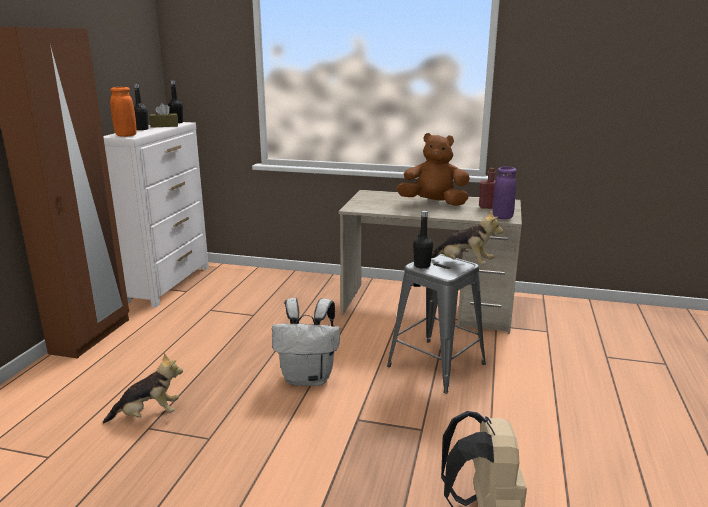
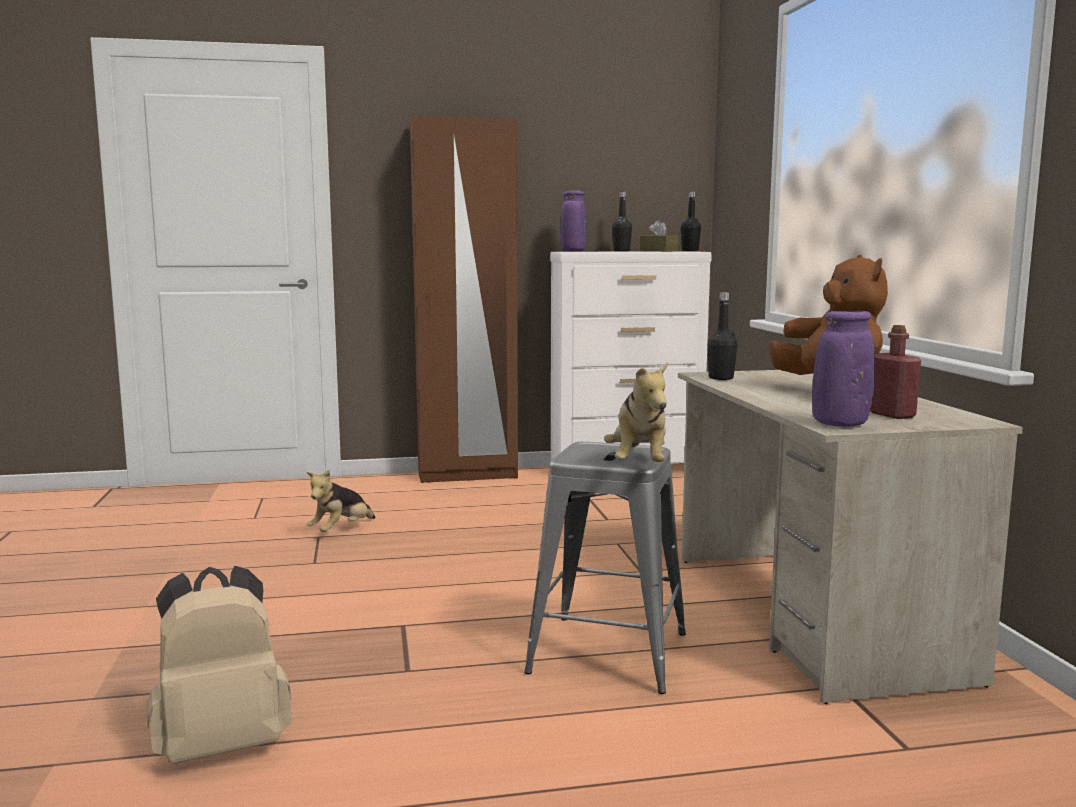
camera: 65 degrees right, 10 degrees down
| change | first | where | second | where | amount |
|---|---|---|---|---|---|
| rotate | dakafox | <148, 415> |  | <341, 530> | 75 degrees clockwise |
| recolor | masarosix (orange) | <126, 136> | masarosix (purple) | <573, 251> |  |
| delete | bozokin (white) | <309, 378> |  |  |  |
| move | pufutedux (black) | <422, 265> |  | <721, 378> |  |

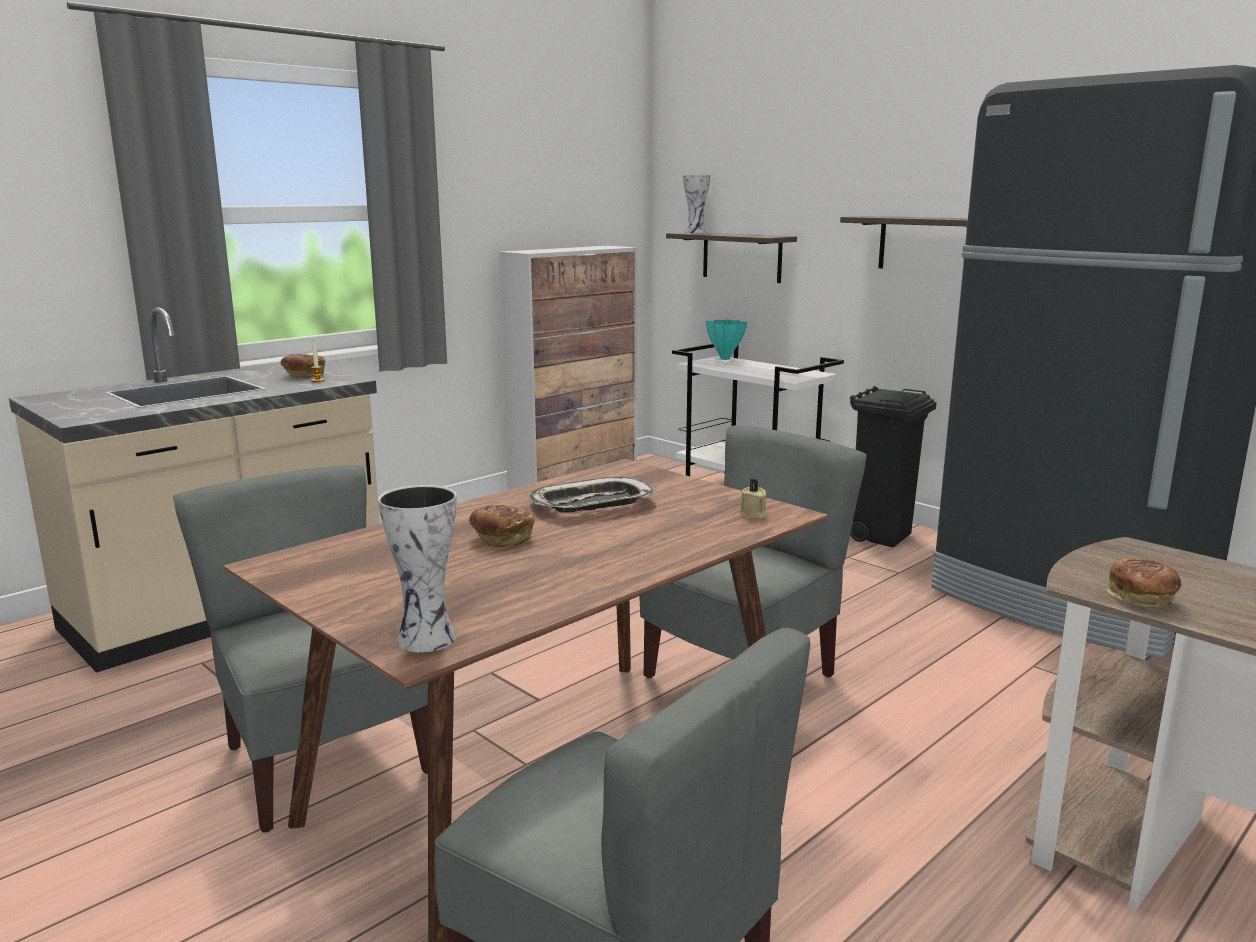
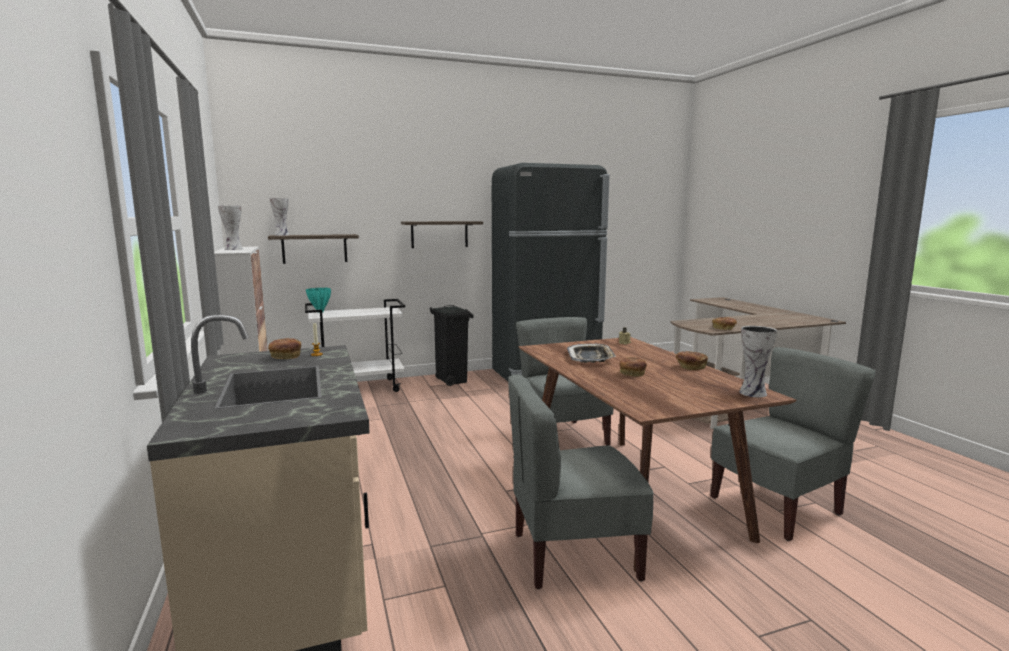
camera: 65 degrees left, 5 degrees down
| change | first | where | second | where | amount |
|---|---|---|---|---|---|
| insert |  |  | masarosix | <232, 249> |  |
| insert |  |  | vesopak | <690, 367> |  |

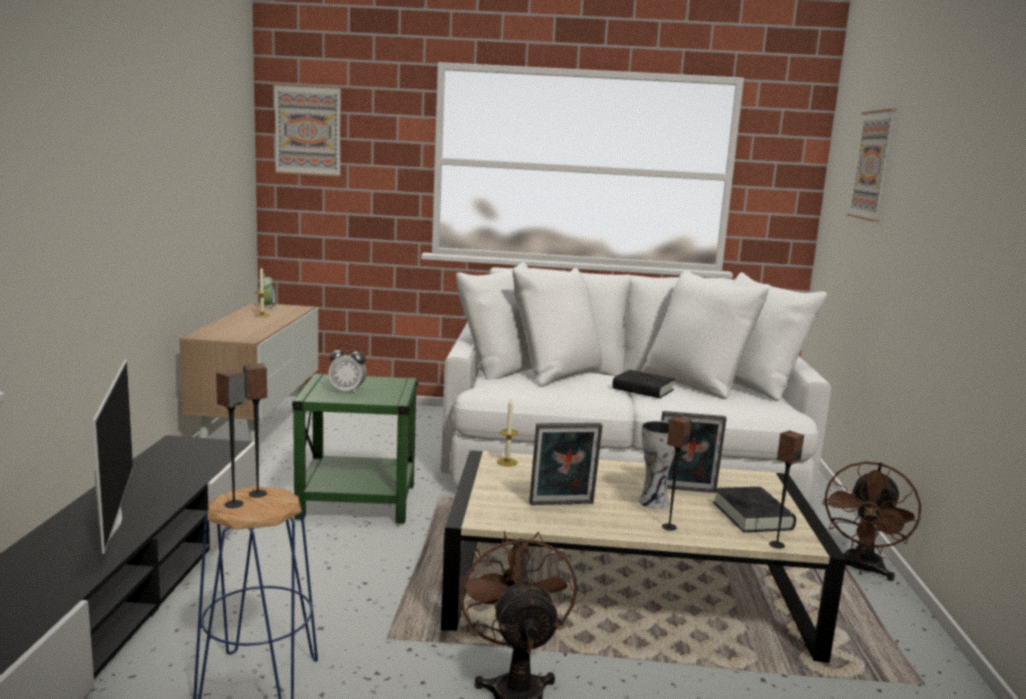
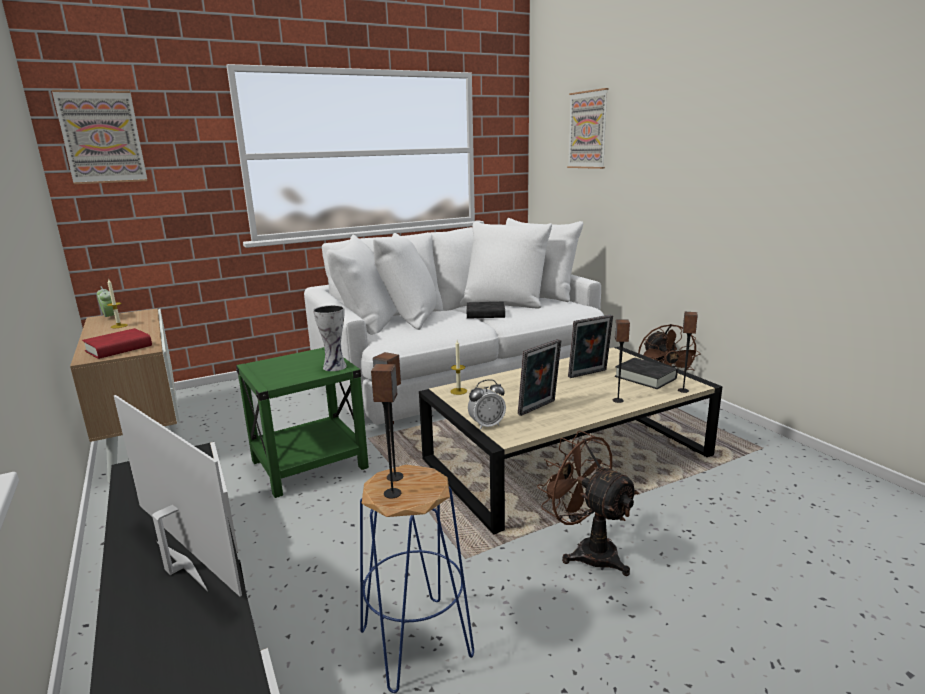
camera: 30 degrees left, 5 degrees up
| change | first | where | second | where | amount |
|---|---|---|---|---|---|
| move | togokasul | <347, 391> |  | <487, 425> |  |
| move | masarosix | <655, 502> |  | <336, 366> |  |
| insert |  |  | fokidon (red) | <119, 348> |  |

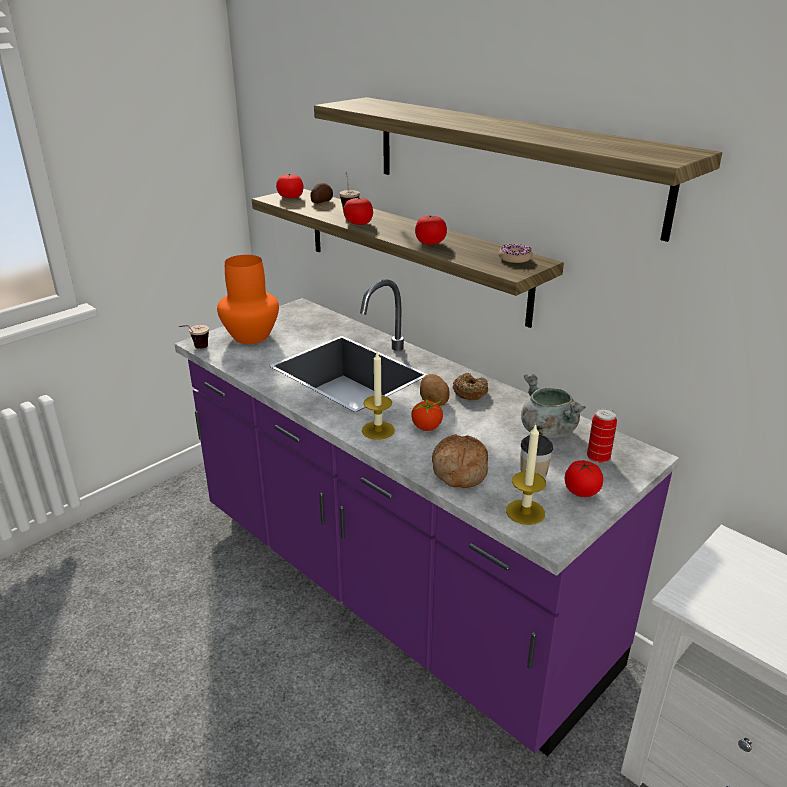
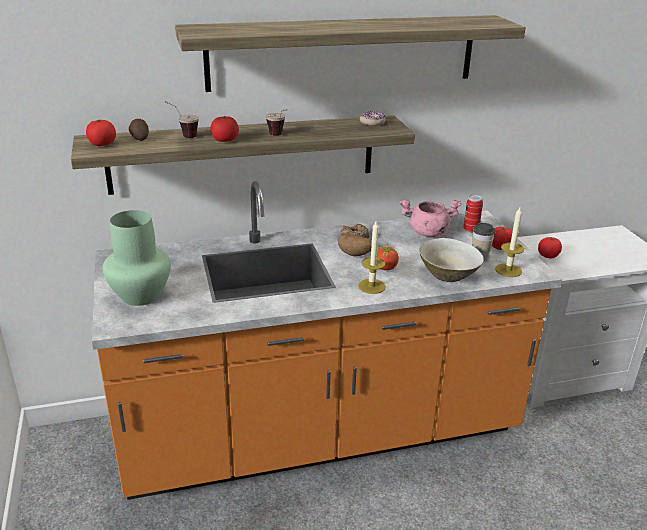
camera: 60 degrees left, 0 degrees up
| change | first | where | second | where | amount |
|---|---|---|---|---|---|
| recolor | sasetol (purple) | <393, 587> | sasetol (orange) | <319, 433> |  |
| move | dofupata | <196, 349> |  | <279, 136> |  |
| recolor | masarosix (orange) | <250, 336> | masarosix (green) | <140, 296> |  |
| move | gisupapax | <430, 242> |  | <548, 255> |  |
| replace | vesopak | <458, 471> | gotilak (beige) | <448, 275> |  |
| recolor | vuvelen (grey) | <546, 430> | vuvelen (pink) | <427, 232> |  |

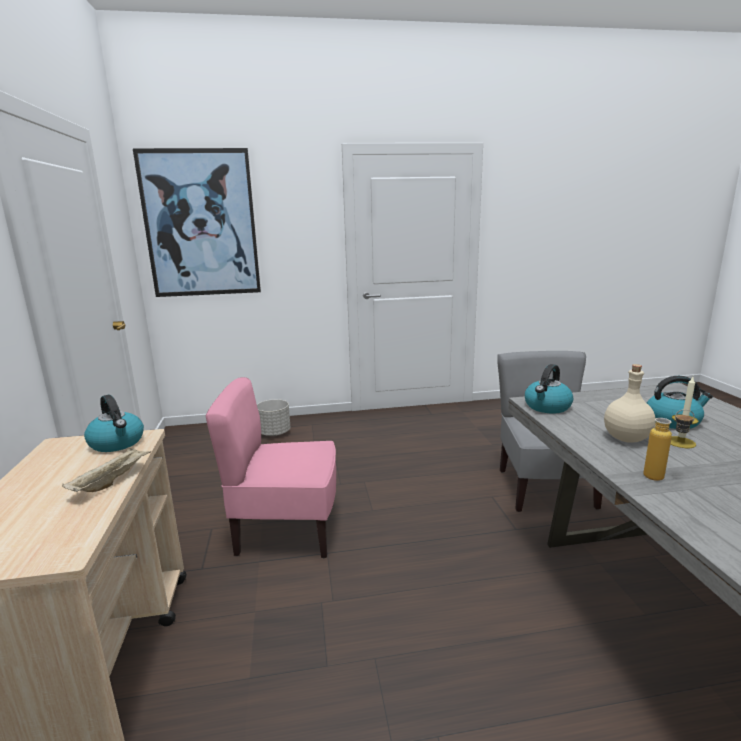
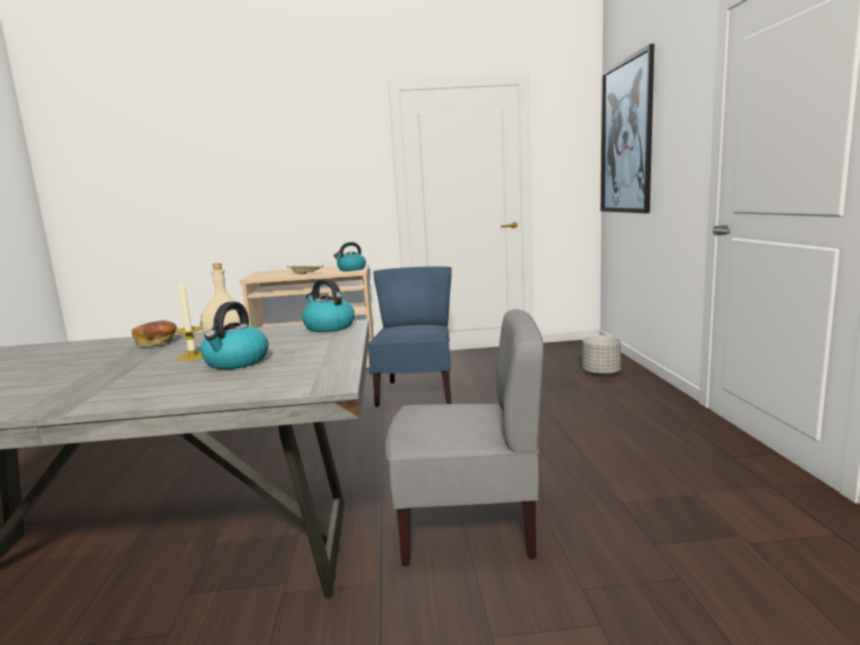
camera: 95 degrees right, 5 degrees down
| change | first | where | second | where | amount |
|---|---|---|---|---|---|
| recolor | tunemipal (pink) | <286, 530> | tunemipal (blue) | <416, 393> |  |
| replace | pufutedux | <662, 478> | vesopak | <157, 343> |  |

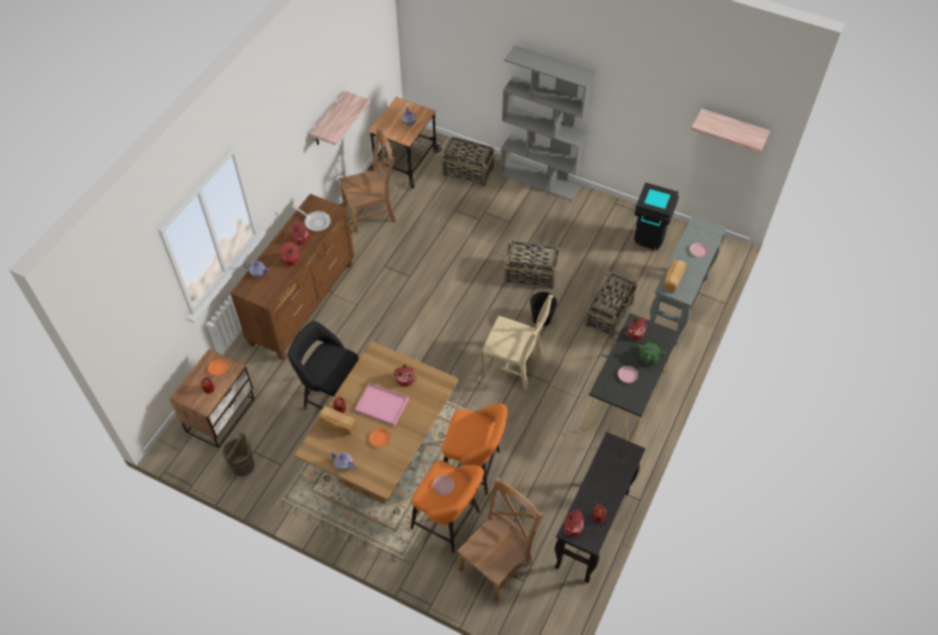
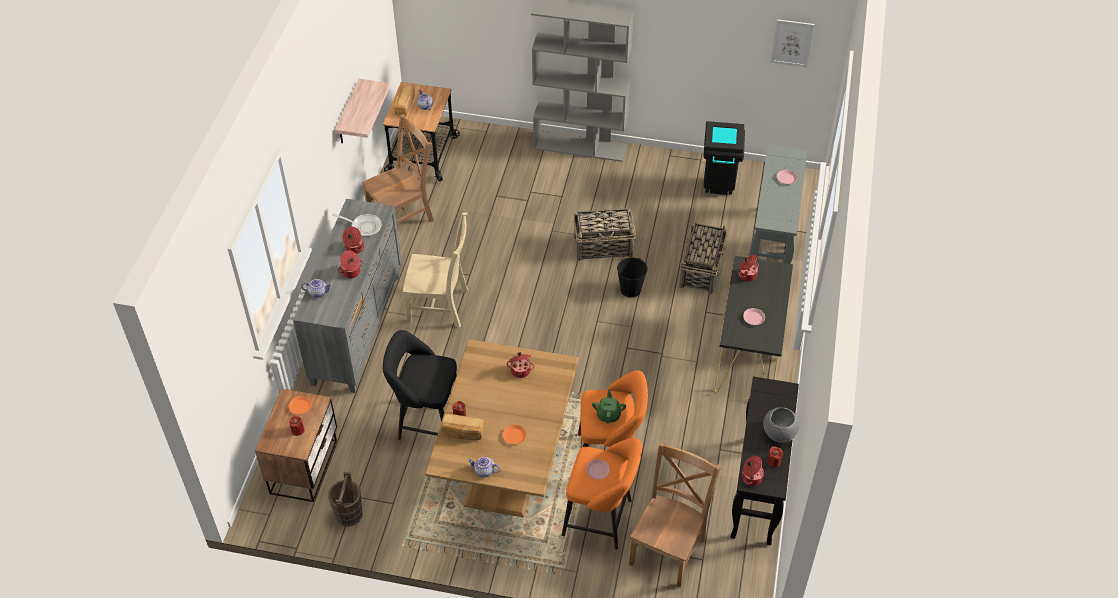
camera: 15 degrees left, 5 degrees down
| change | first | where | second | where | amount |
|---|---|---|---|---|---|
| recolor | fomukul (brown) | <303, 304> | fomukul (grey) | <358, 328> |  |
| delete | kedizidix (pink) | <383, 405> |  |  |  |
| delete | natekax | <468, 172> |  |  |  |
| move | tunemipal (beige) | <515, 365> |  | <441, 306> |  |
| move | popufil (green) | <649, 357> |  | <608, 415> |  |
| move | vesopak | <672, 279> |  | <404, 106> |  |
| replace | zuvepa | <733, 128> | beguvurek | <792, 43> |  |
| insert |  |  | gotilak (grey) | <779, 432> |  |

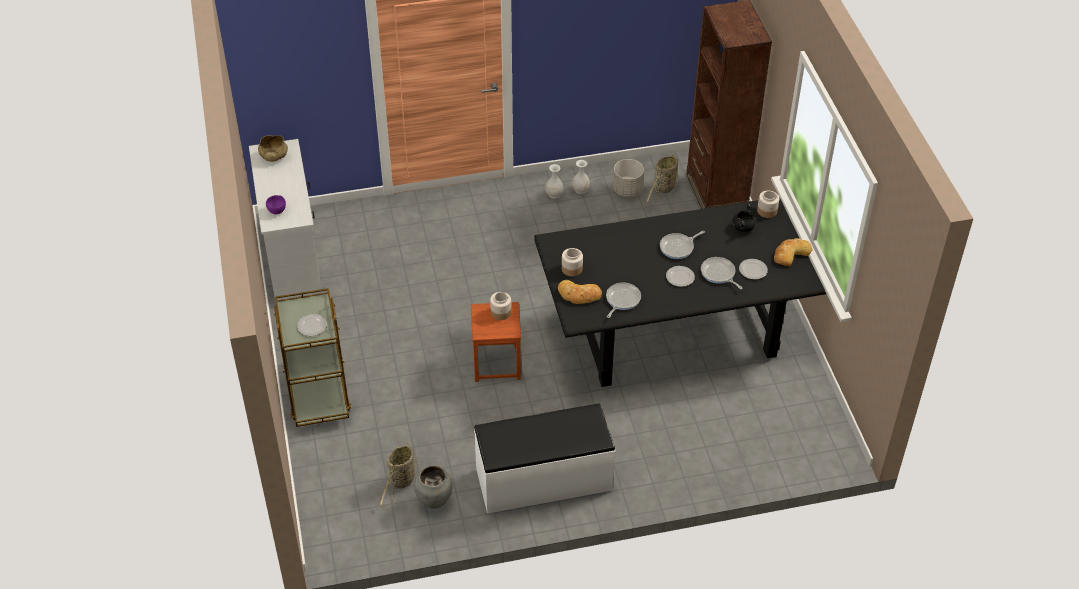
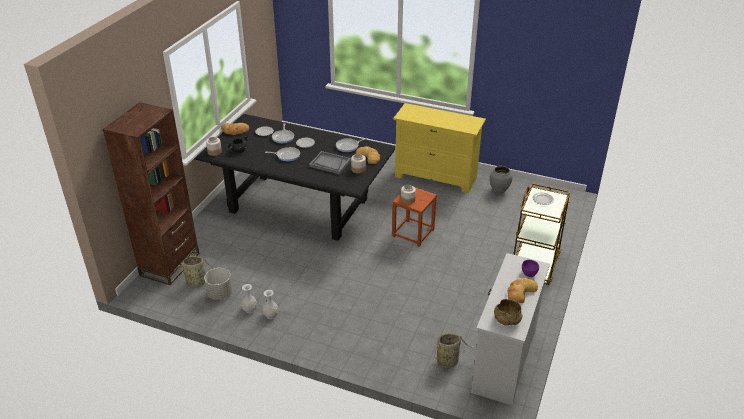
camera: 145 degrees left, 10 degrees down
| change | first | where | second | where | amount |
|---|---|---|---|---|---|
| move | natekax | <401, 482> |  | <448, 362> |  |
| replace | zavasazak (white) | <544, 480> | fomukul (yellow) | <436, 177> |  |
| insert |  |  | kedizidix (grey) | <330, 163> |  |
| insert |  |  | vesopak | <520, 292> |  |

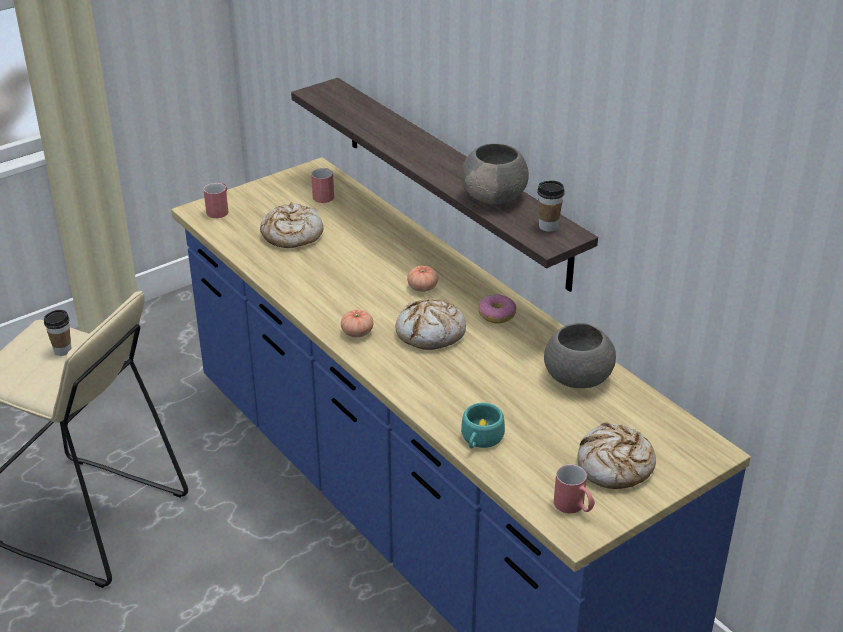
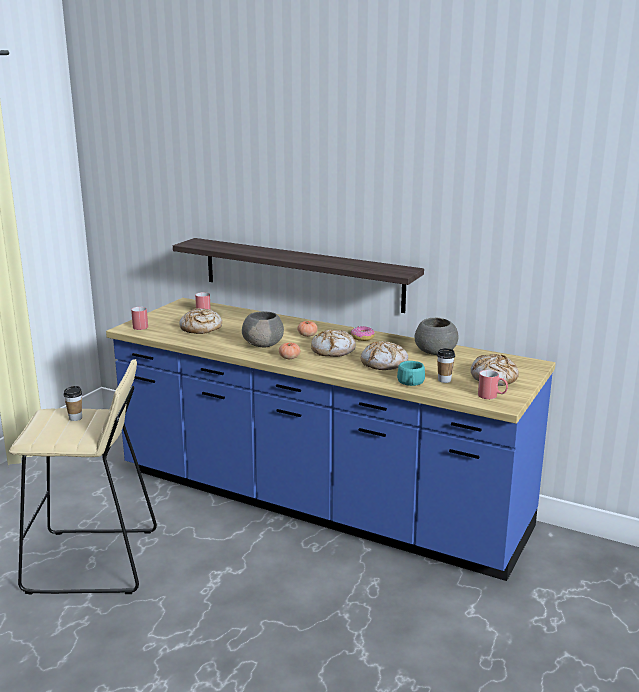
camera: 25 degrees left, 15 degrees down
| change | first | where | second | where | amount |
|---|---|---|---|---|---|
| move | gotilak (grey) | <495, 197> |  | <263, 344> |  |
| move | dofupata | <548, 226> |  | <444, 380> |  |
| insert |  |  | vesopak | <384, 363> |  |

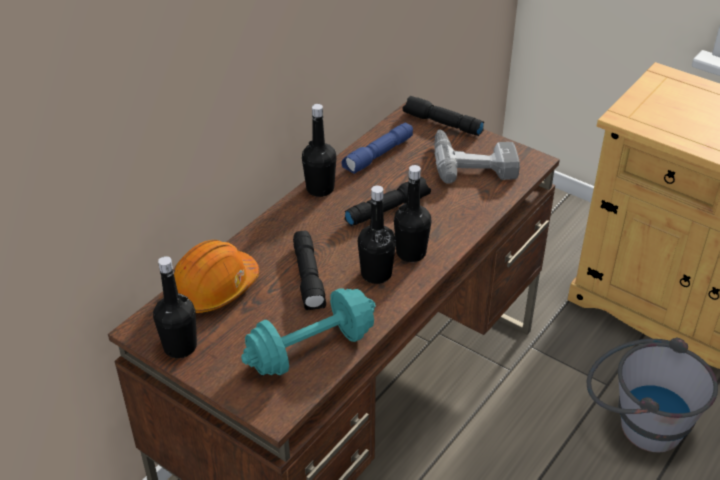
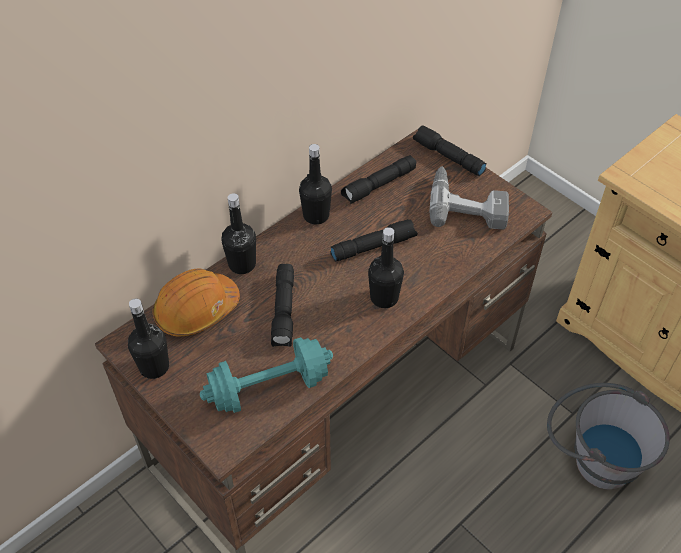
camera: 10 degrees right, 10 degrees up
| change | first | where | second | where | amount |
|---|---|---|---|---|---|
| recolor | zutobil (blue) | <378, 156> | zutobil (black) | <379, 186> |  |
| move | pufutedux (black) | <376, 274> |  | <242, 264> |  |

